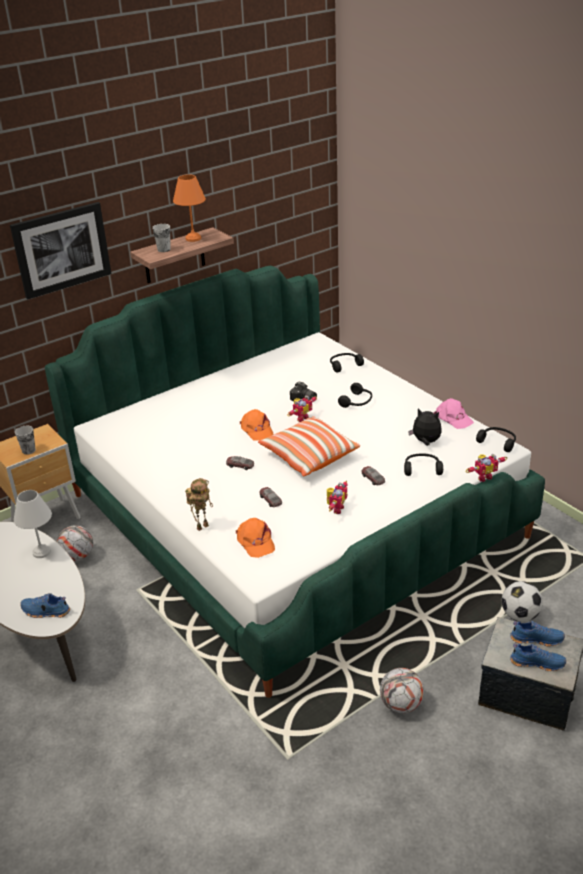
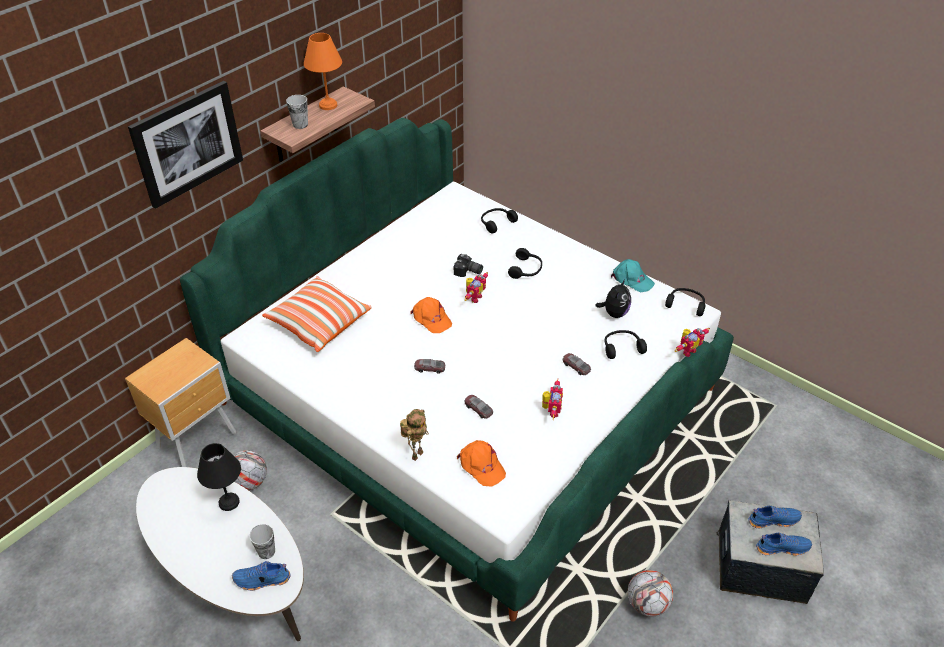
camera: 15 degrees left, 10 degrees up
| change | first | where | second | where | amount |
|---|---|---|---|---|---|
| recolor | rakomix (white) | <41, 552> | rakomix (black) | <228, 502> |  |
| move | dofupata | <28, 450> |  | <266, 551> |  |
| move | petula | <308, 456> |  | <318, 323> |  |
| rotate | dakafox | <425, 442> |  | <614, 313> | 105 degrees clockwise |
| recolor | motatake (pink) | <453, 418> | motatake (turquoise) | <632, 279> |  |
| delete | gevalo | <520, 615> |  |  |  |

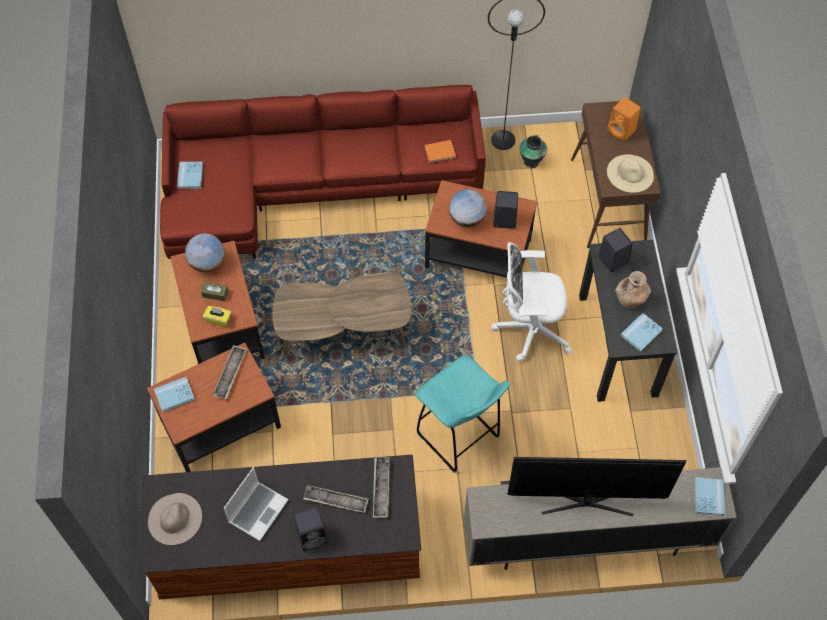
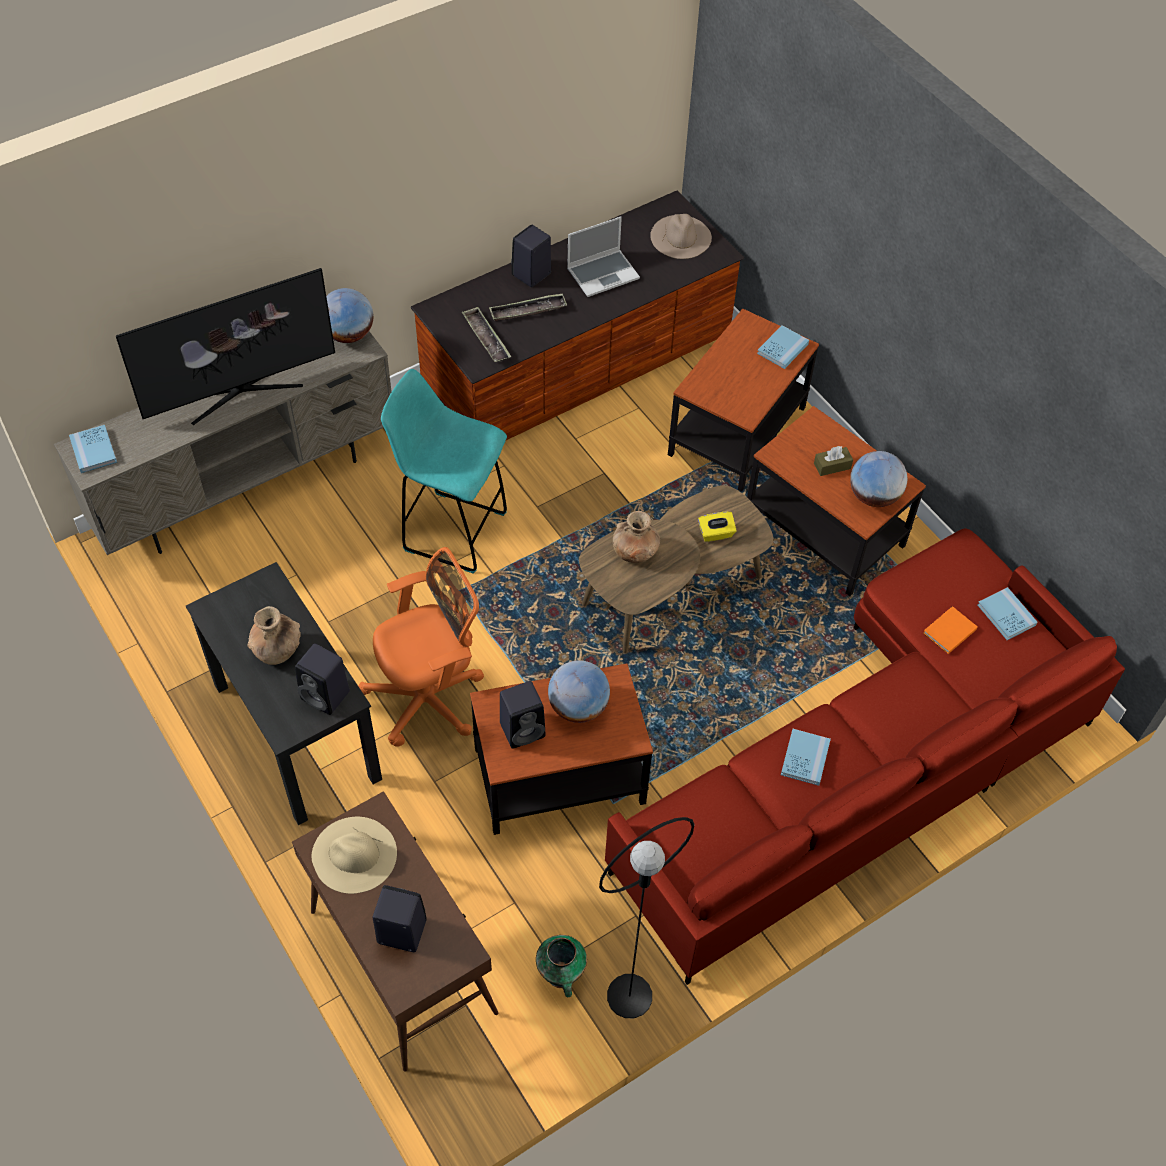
camera: 150 degrees right, 5 degrees down
| change | first | where | second | where | amount |
|---|---|---|---|---|---|
| move | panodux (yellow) | <218, 319> |  | <716, 534> |  |
| delete | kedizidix | <230, 374> |  |  |  |
| rotate | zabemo | <258, 510> |  | <603, 273> | 120 degrees counterclockwise |
| move | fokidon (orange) | <441, 152> |  | <948, 631> |  |
| recolor | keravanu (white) | <529, 329> | keravanu (orange) | <430, 697> |  |
| recolor | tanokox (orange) | <622, 131> | tanokox (black) | <400, 931> |  |
| move | fokidon (blue) | <641, 333> |  | <805, 758> |  |
| insert |  |  | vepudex | <348, 334> |  |
| insert |  |  | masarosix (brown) | <635, 552> |  |

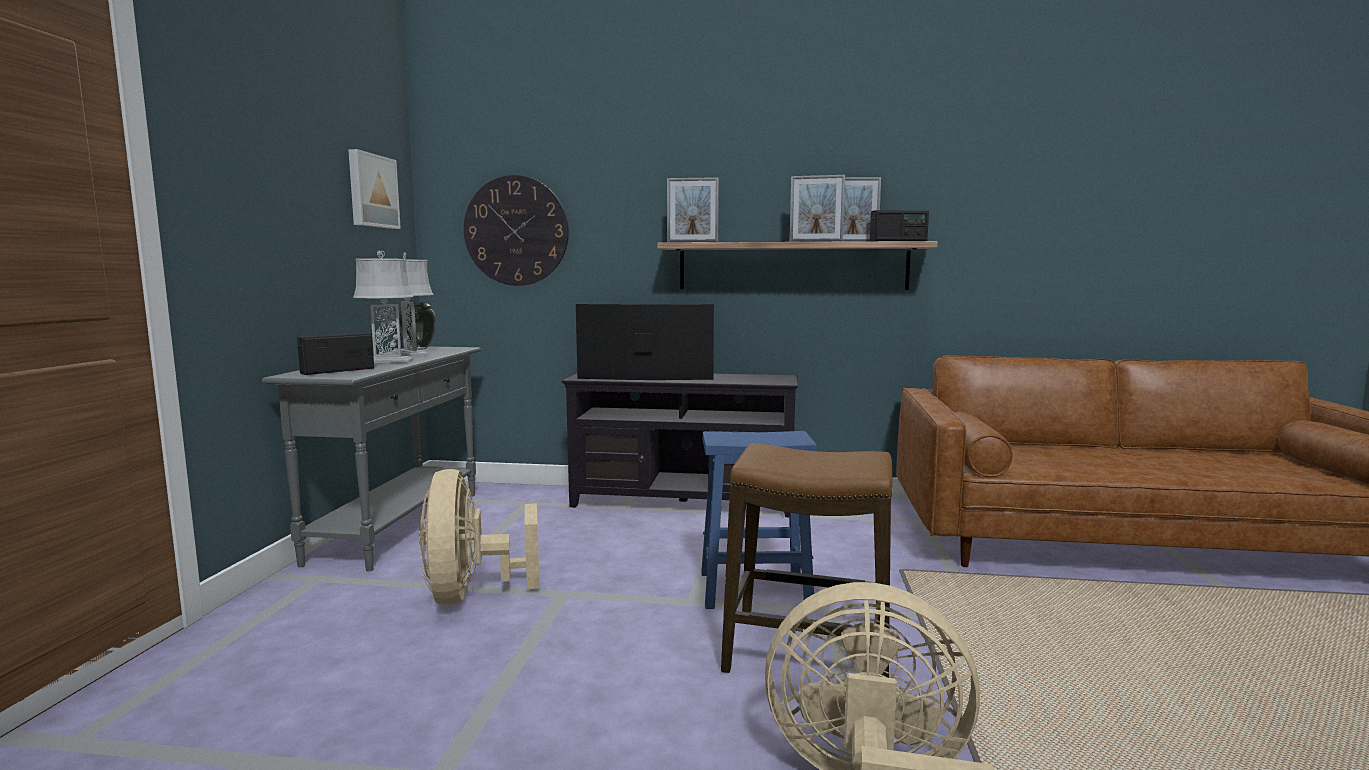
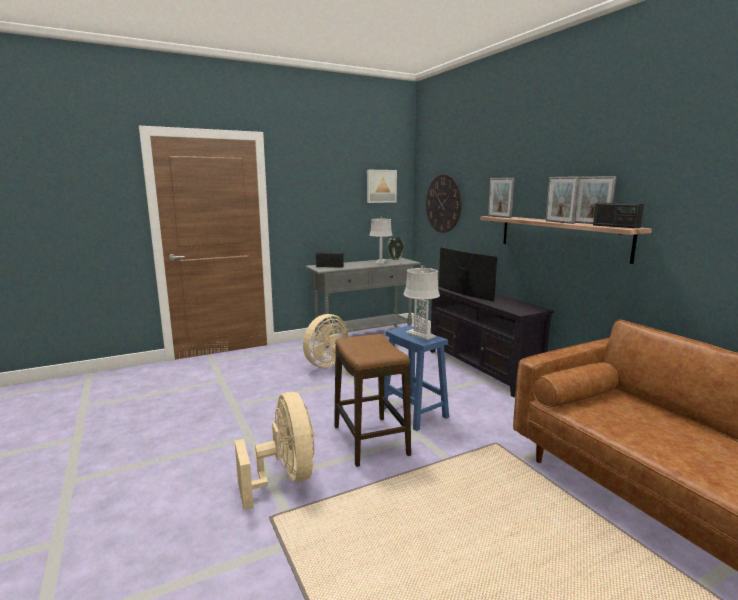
camera: 55 degrees right, 5 degrees up
| change | first | where | second | where | amount |
|---|---|---|---|---|---|
| move | rakomix (grey) | <387, 361> |  | <420, 335> |  |

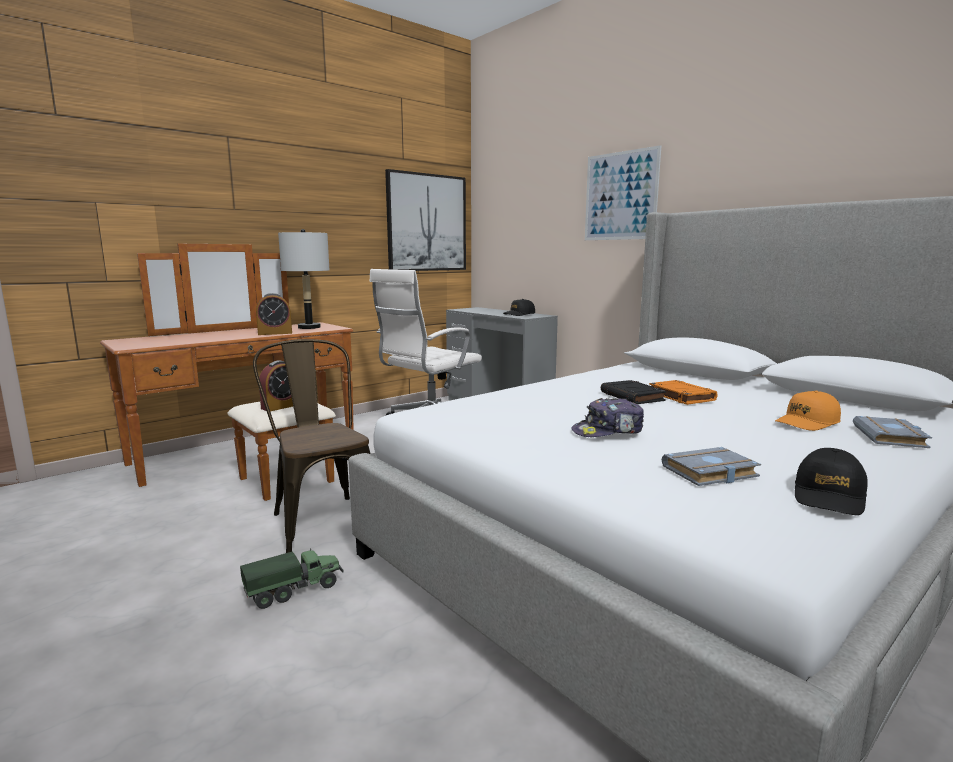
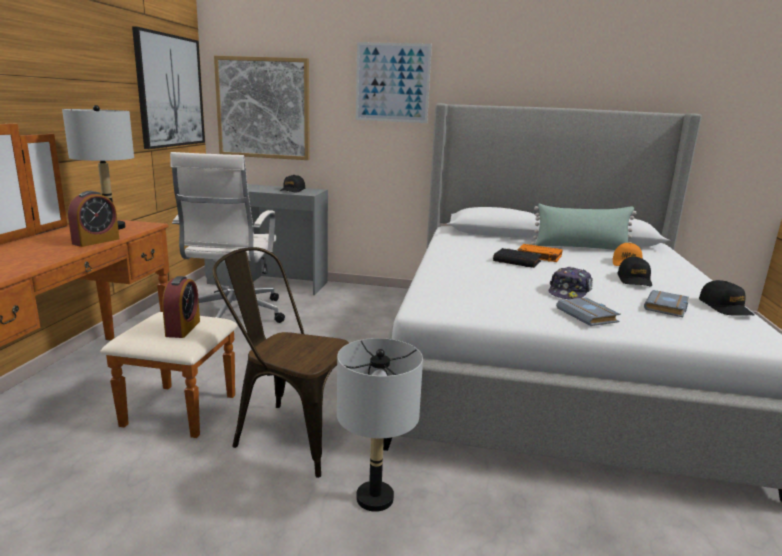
camera: 40 degrees left, 5 degrees up
| change | first | where | second | where | amount |
|---|---|---|---|---|---|
| replace | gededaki | <295, 590> | rakomix (grey) | <374, 498> |  |
| move | fokidon (grey) | <892, 438> |  | <589, 316> |  |
| insert |  |  | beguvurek | <263, 108> |  |
| insert |  |  | petula (green) | <581, 248> |  |
| insert |  |  | motatake (black) | <634, 280> |  |

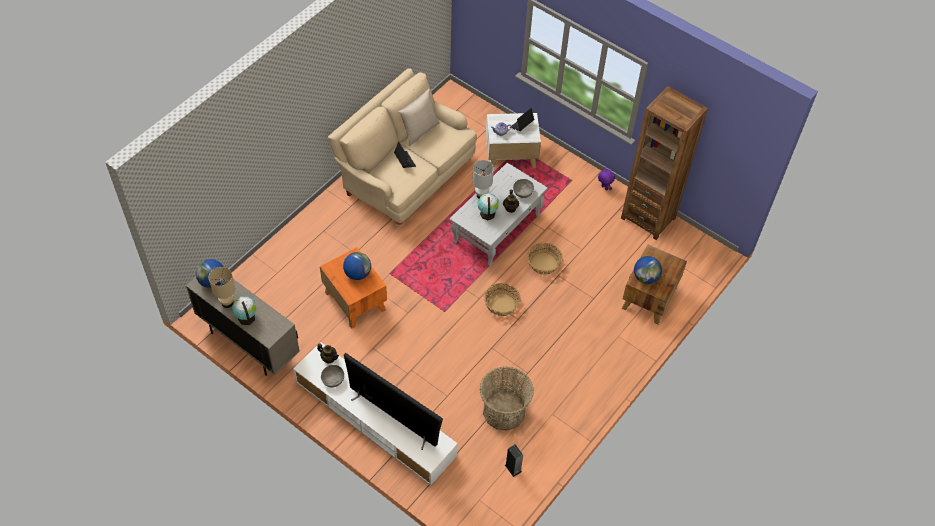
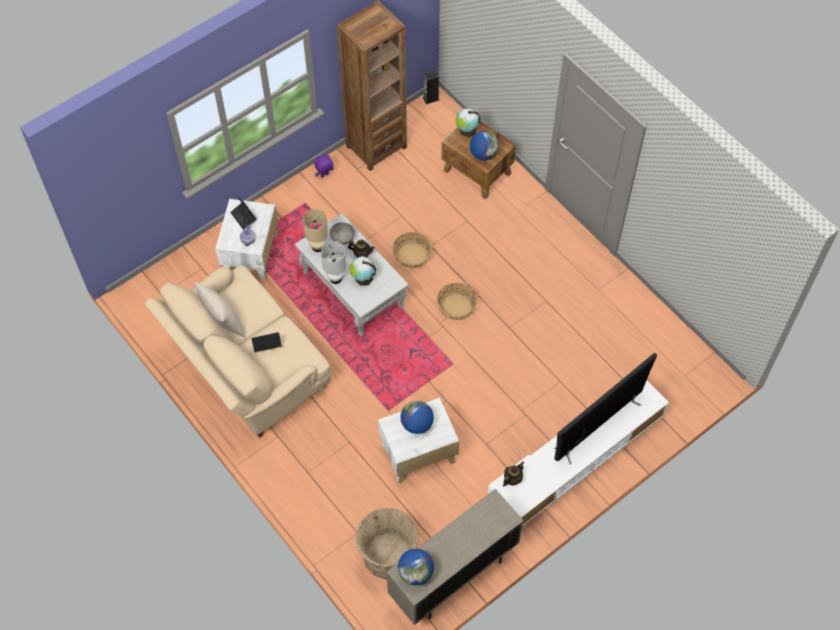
camera: 75 degrees left, 5 degrees up
| change | first | where | second | where | amount |
|---|---|---|---|---|---|
| move | rakomix (beige) | <227, 302> |  | <317, 247> |  |
| move | vepudex | <246, 317> |  | <466, 130> |  |
| recolor | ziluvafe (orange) | <355, 300> | ziluvafe (white) | <417, 452> |  |
| delete | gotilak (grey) | <333, 380> |  |  |  |
| move | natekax | <504, 411> |  | <388, 555> |  |
| move | tanokox | <513, 468> |  | <431, 98> |  |

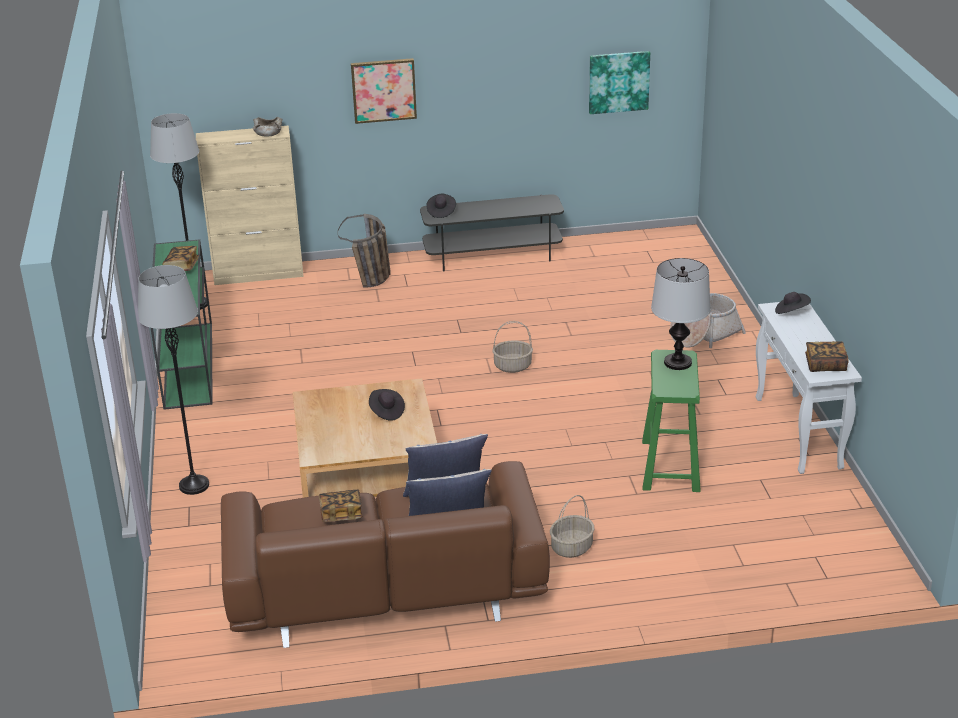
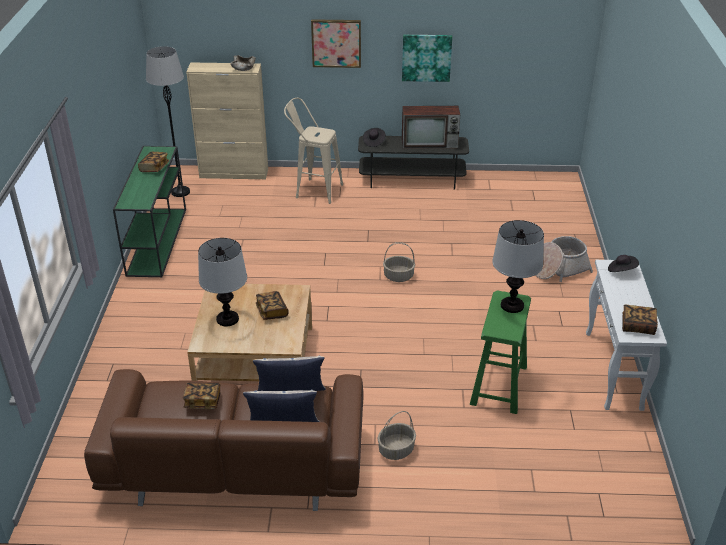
camera: 10 degrees right, 5 degrees up
| change | first | where | second | where | amount |
|---|---|---|---|---|---|
| delete | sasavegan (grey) | <194, 485> |  |  |  |
| replace | natekax | <372, 282> | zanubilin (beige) | <314, 190> |  |
| replace | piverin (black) | <386, 412> | fokidon | <272, 311> |  |
| move | beguvurek | <618, 82> |  | <426, 57> |  |
| insert |  |  | rakomix | <227, 319> |  |
| insert |  |  | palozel | <430, 143> |  |

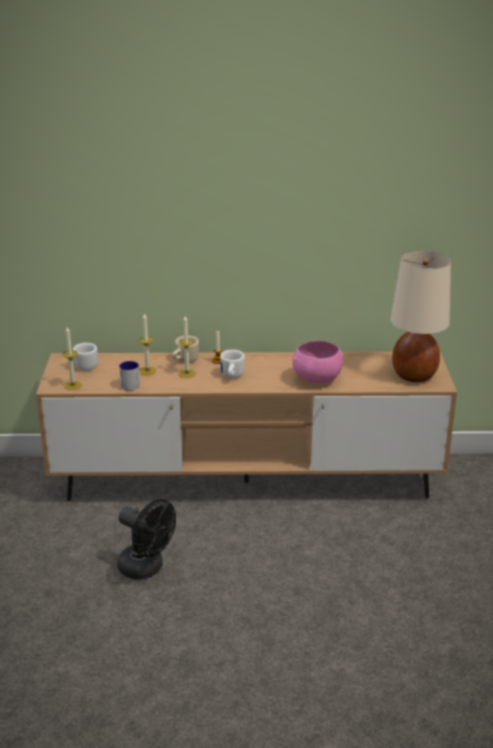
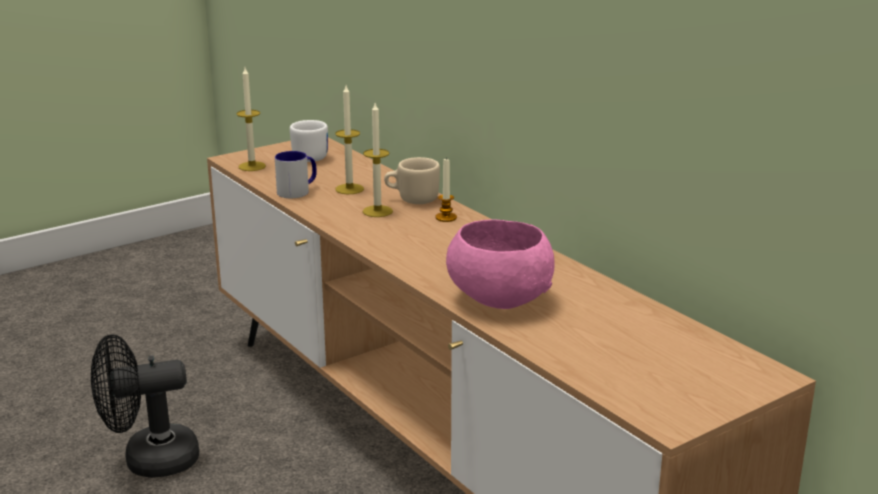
camera: 55 degrees right, 5 degrees down
| change | first | where | second | where | amount |
|---|---|---|---|---|---|
| rotate | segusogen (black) | <147, 568> |  | <149, 460> | 75 degrees clockwise |
| delete | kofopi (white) | <231, 376> |  |  |  |
| delete | rakomix (beige) | <413, 375> |  |  |  |

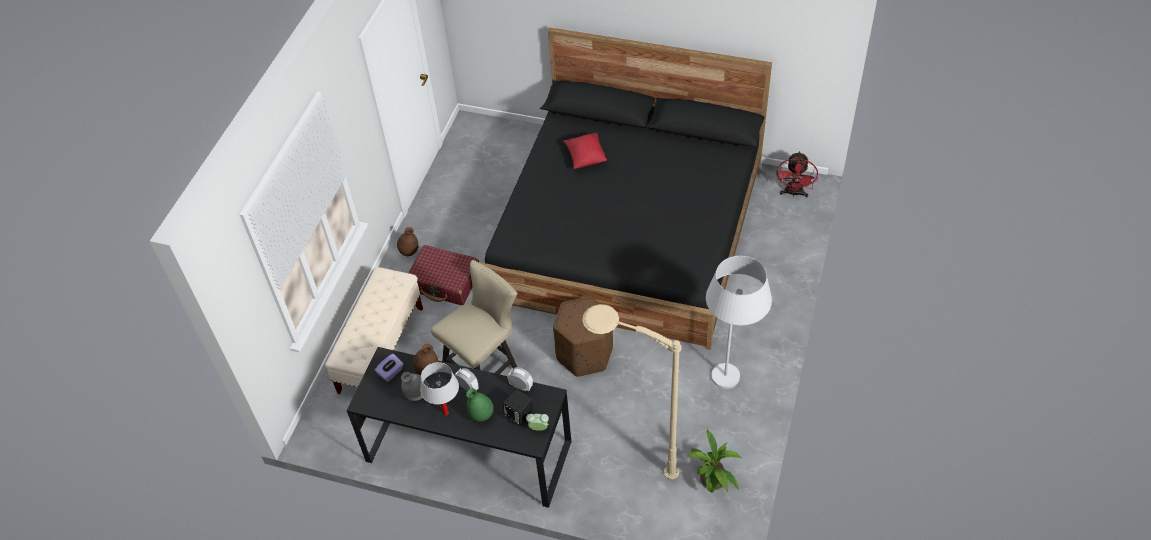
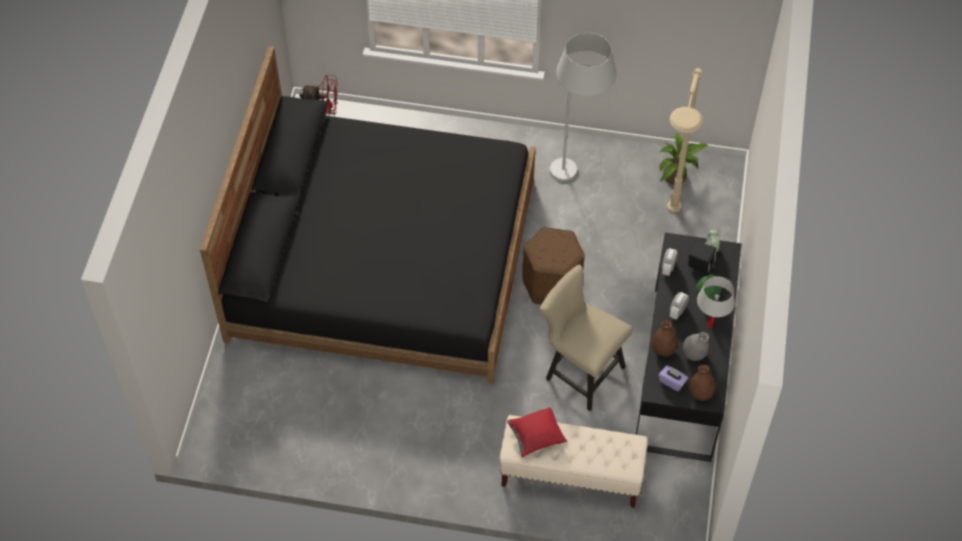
camera: 100 degrees left, 5 degrees up
| change | first | where | second | where | amount |
|---|---|---|---|---|---|
| move | masarosix (brown) | <409, 252> |  | <700, 394> |  |
| delete | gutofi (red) | <445, 282> |  |  |  |
| move | petula (red) | <585, 157> |  | <535, 437> |  |

